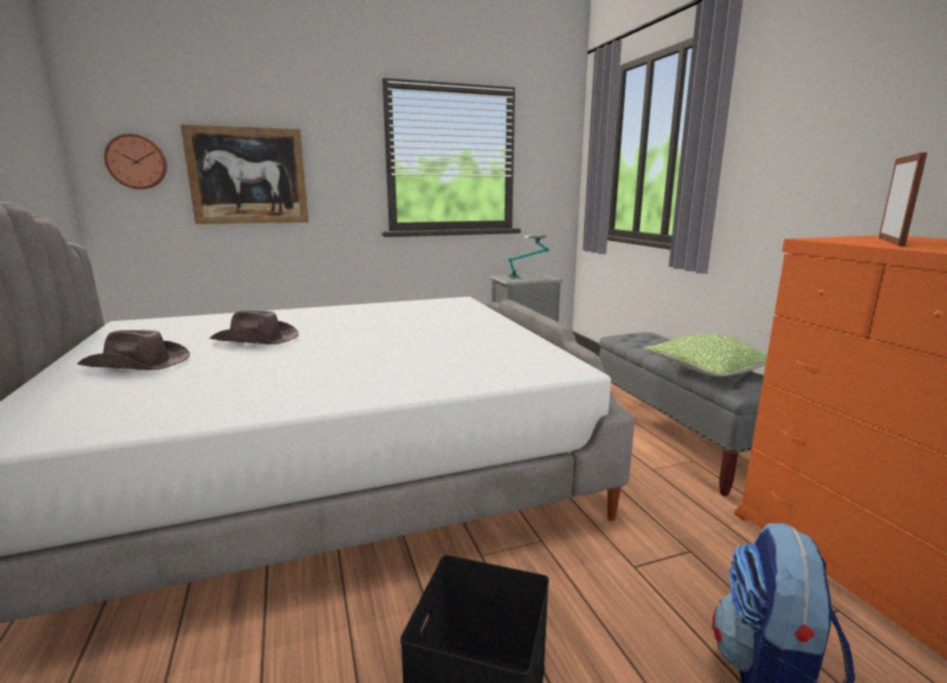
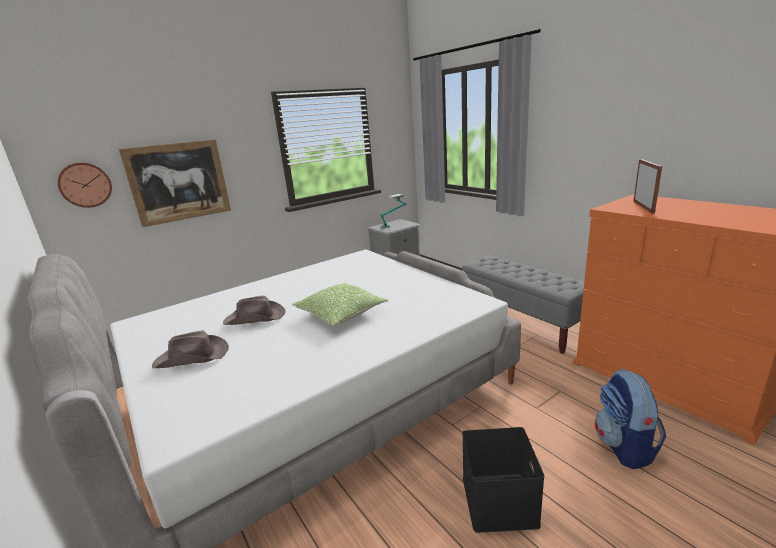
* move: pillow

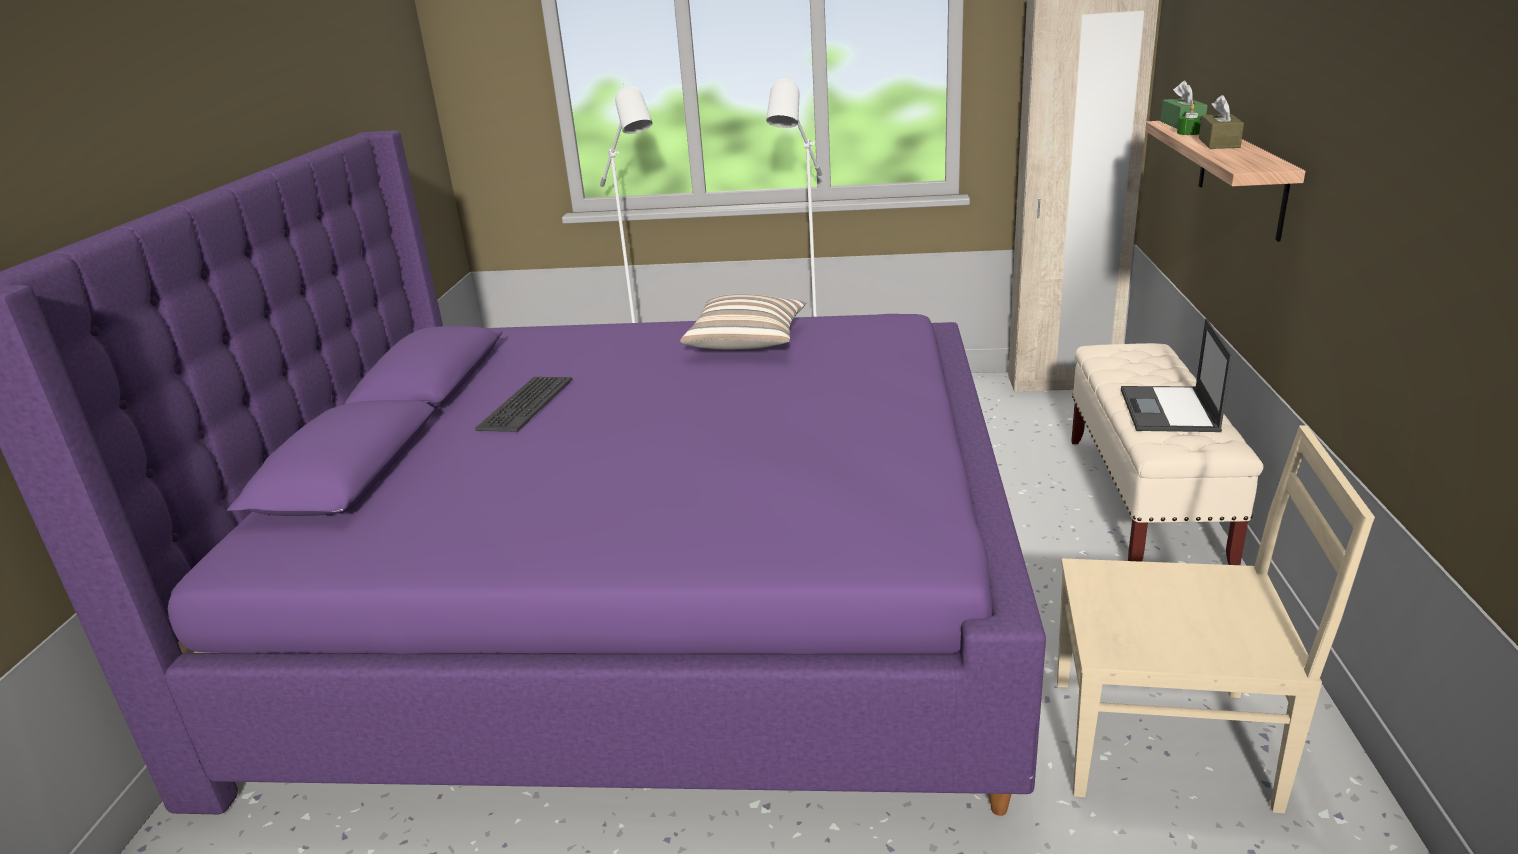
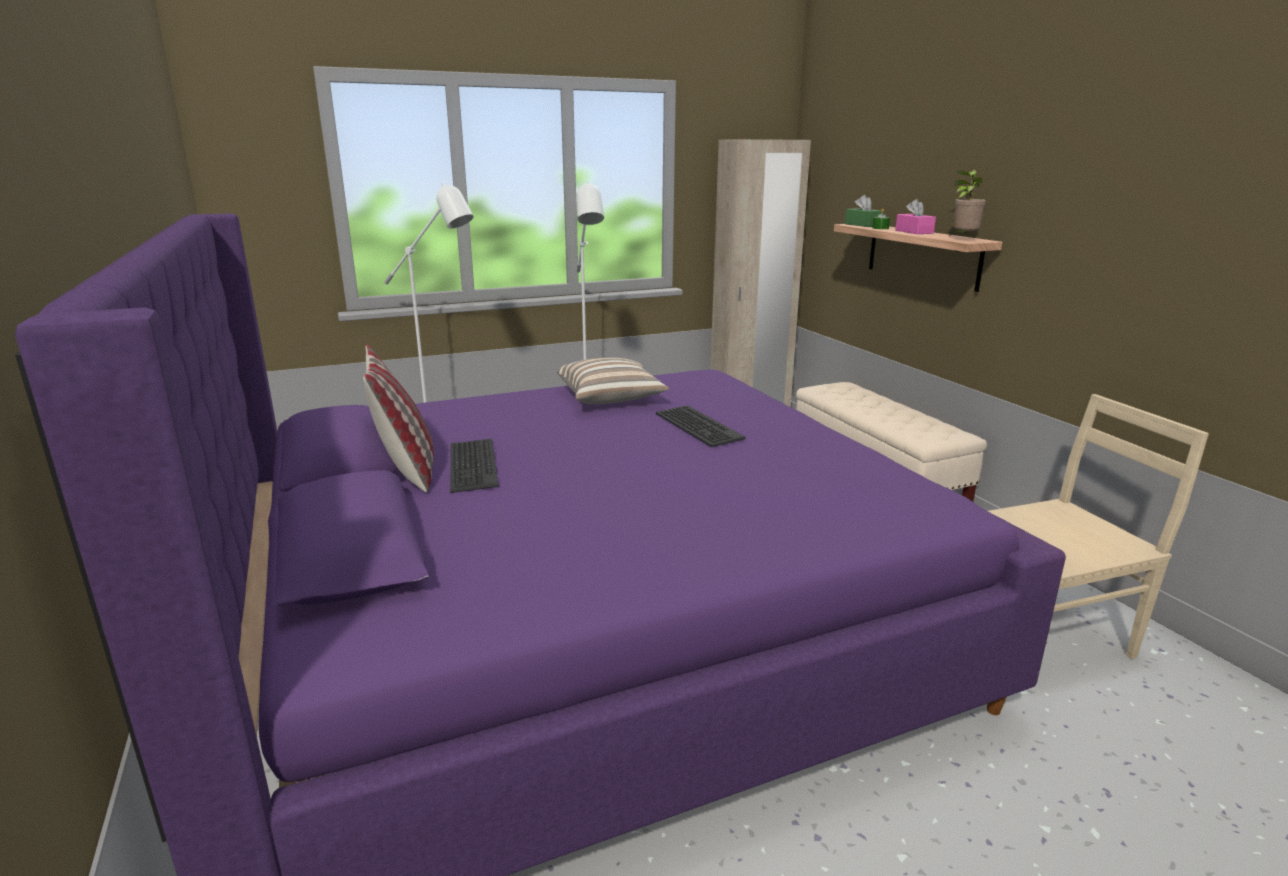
* delete: laptop
* recolor: brown tissue box to pink tissue box
* insert: pillow (1st from left)
* insert: keyboard (2nd from left)
* insert: potted plant

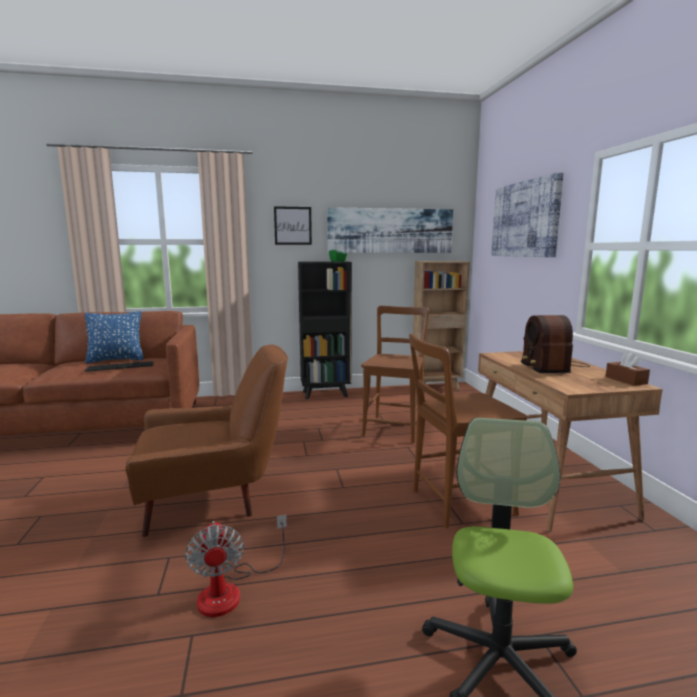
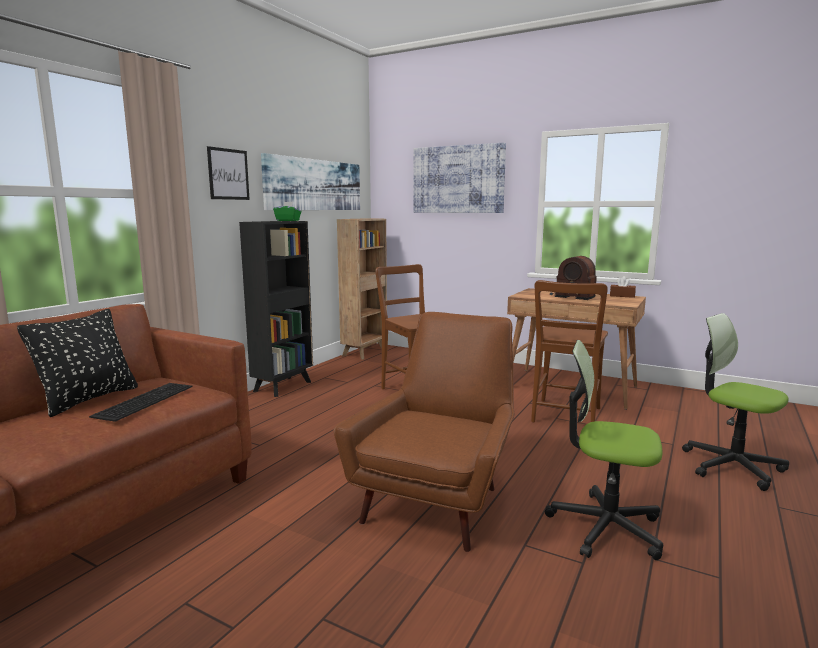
* recolor: blue pillow to black pillow
* replace: fan to office chair (1st from left)

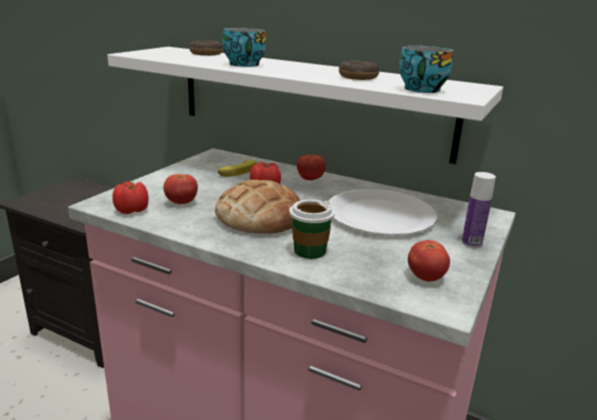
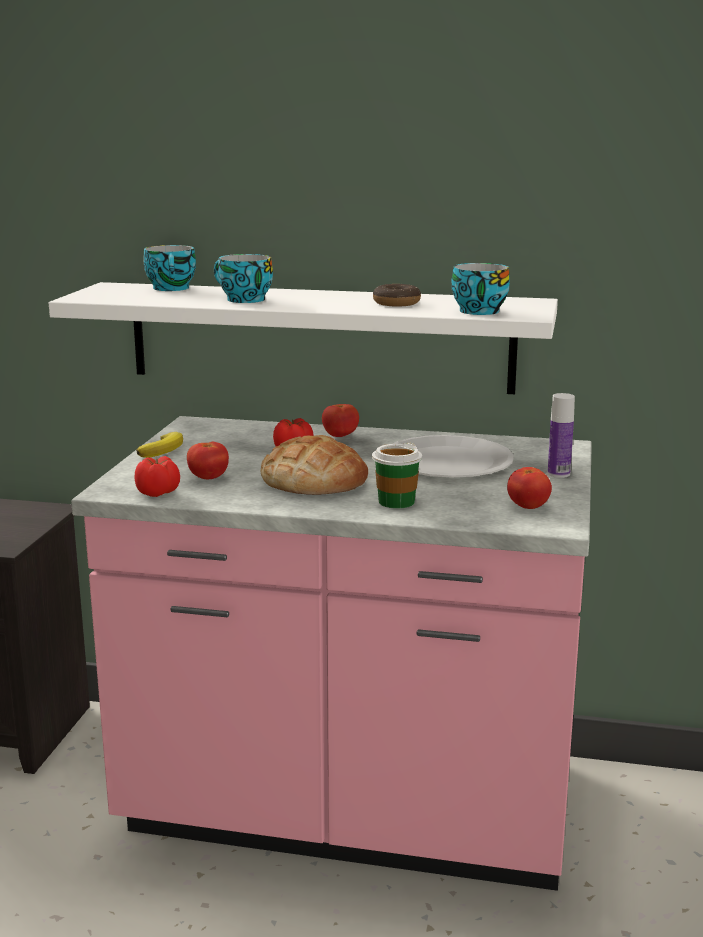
* replace: donut (1st from left) to cup (1st from left)
* move: banana

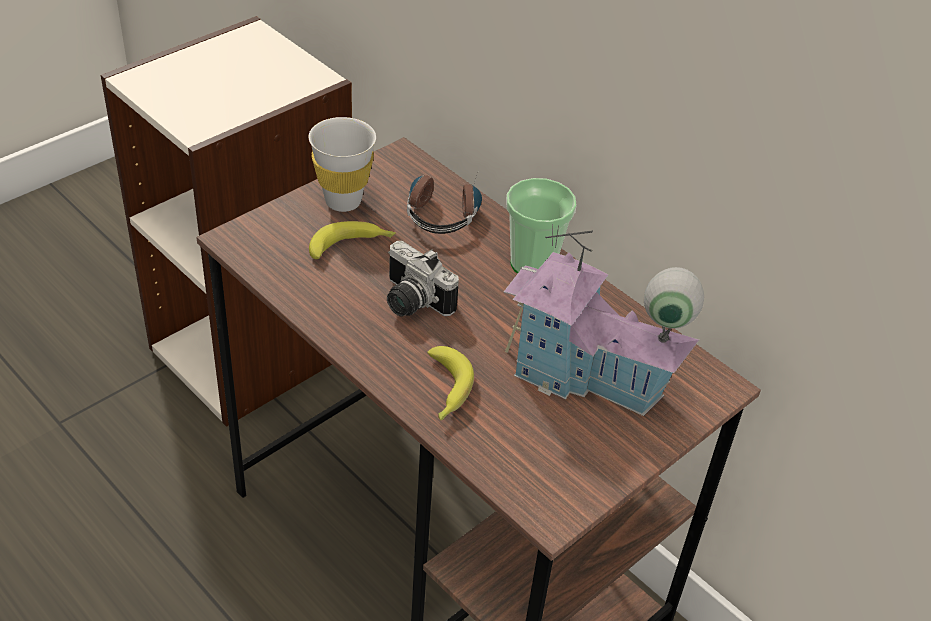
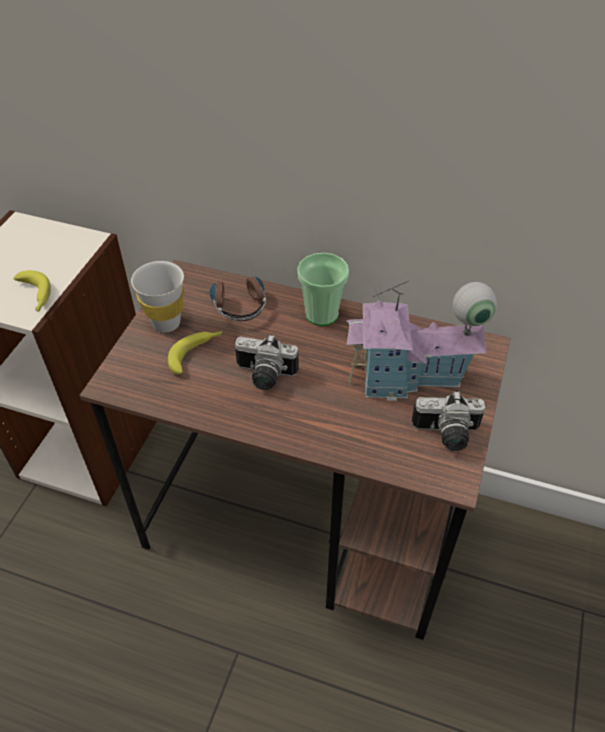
* move: banana (2nd from left in the first image) to banana (1st from left)
* insert: photo camera (2nd from left)

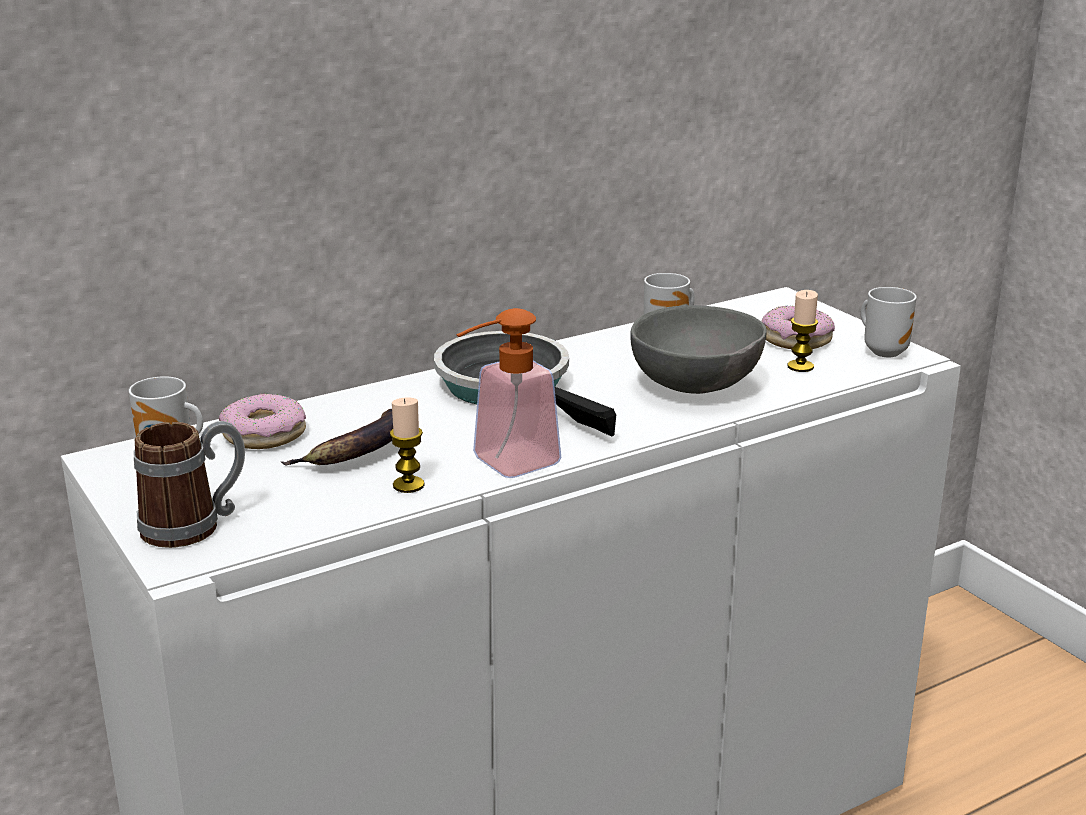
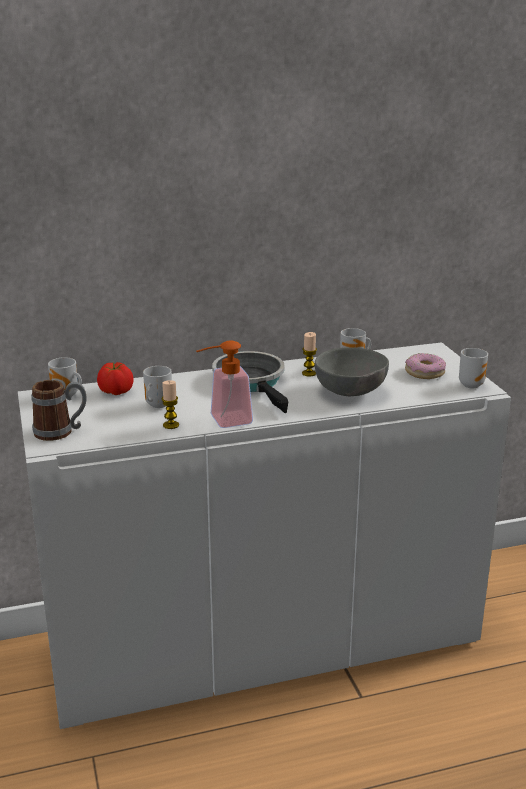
* replace: donut (1st from left) to tomato
* replace: banana to mug (3rd from left)
* move: candle (2nd from left)

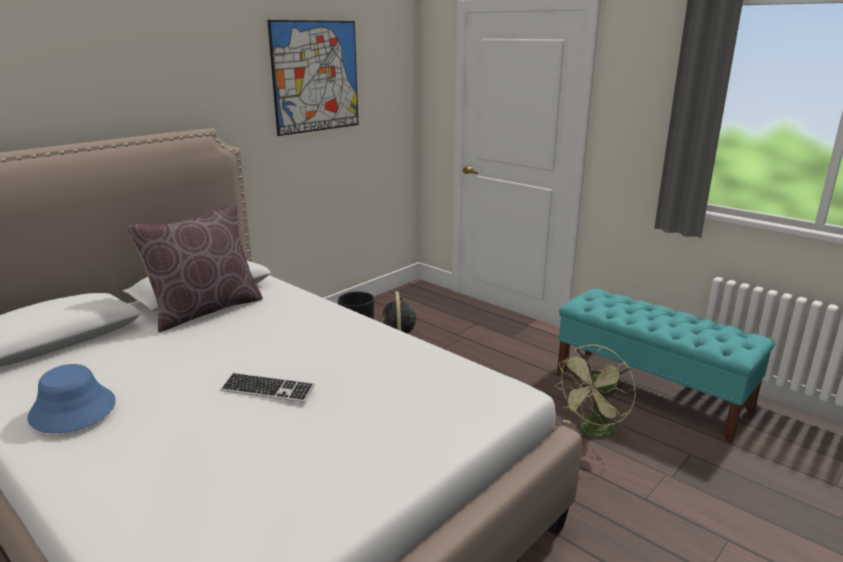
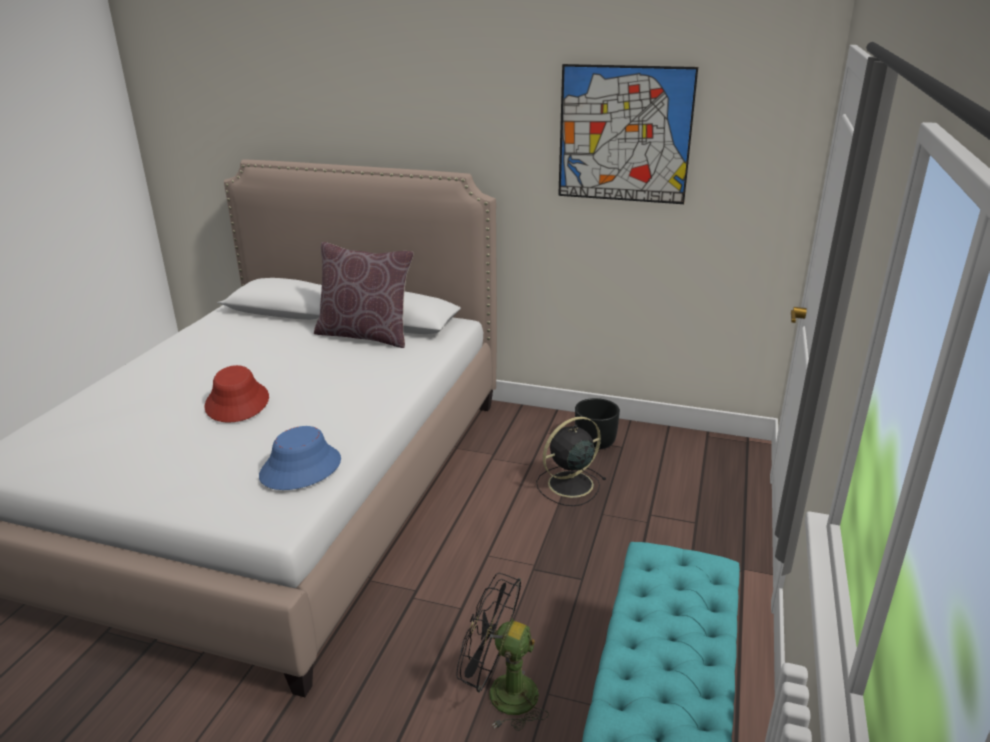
* move: blue hat
* replace: keyboard to red hat
* recolor: green fan to black fan (1st from left)

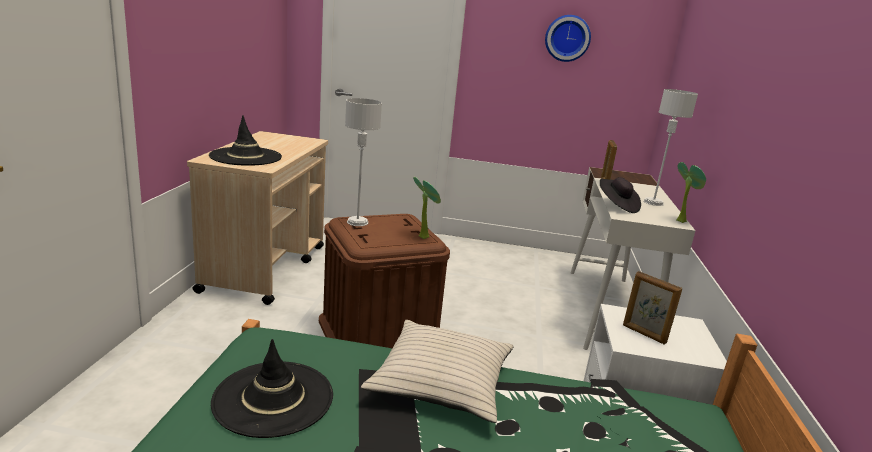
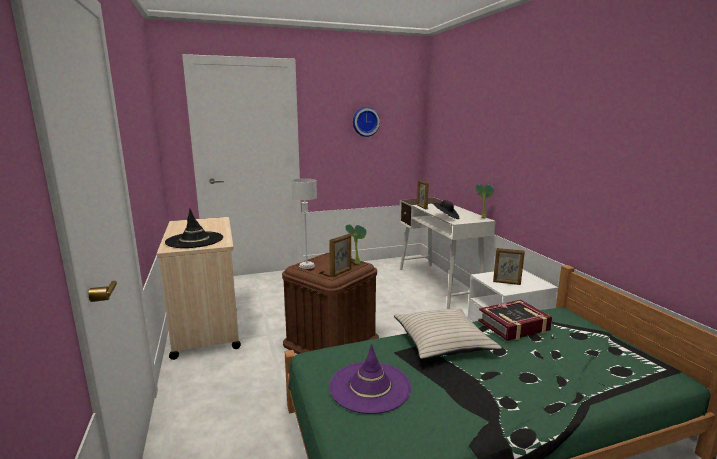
* recolor: black hat (2nd from left) to purple hat
* delete: grey table lamp (2nd from left)
* insert: picture frame (1st from left)
* insert: book

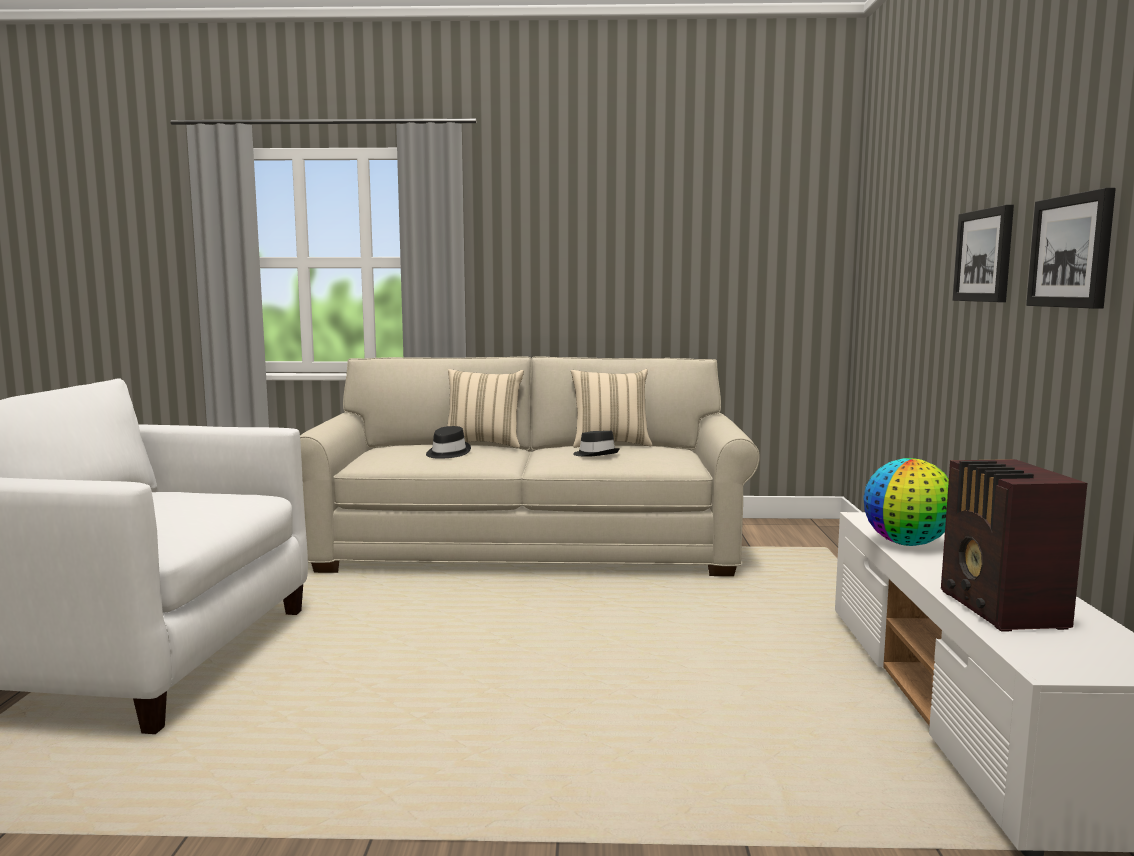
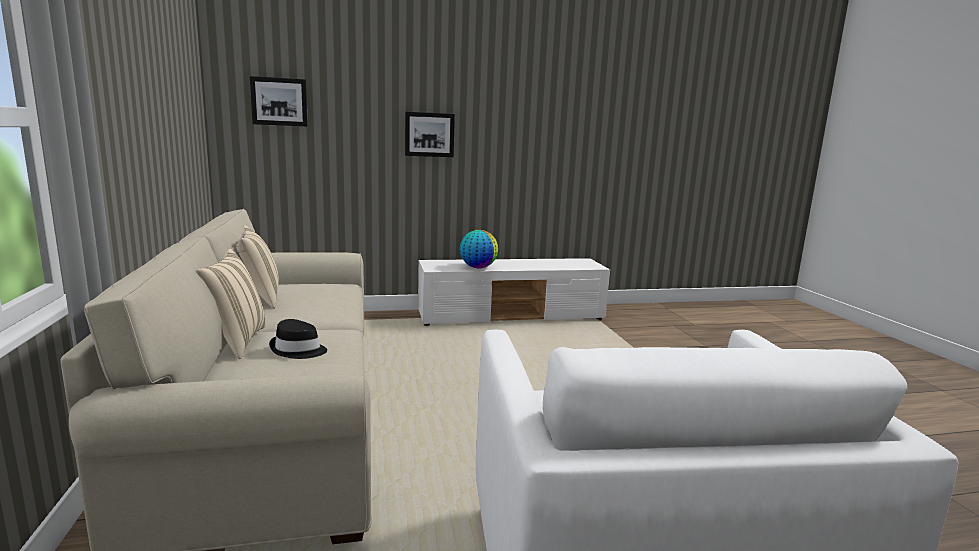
* delete: black hat (2nd from left)
* delete: radio
* move: picture (2nd from left in the first image) to picture (1st from left)

